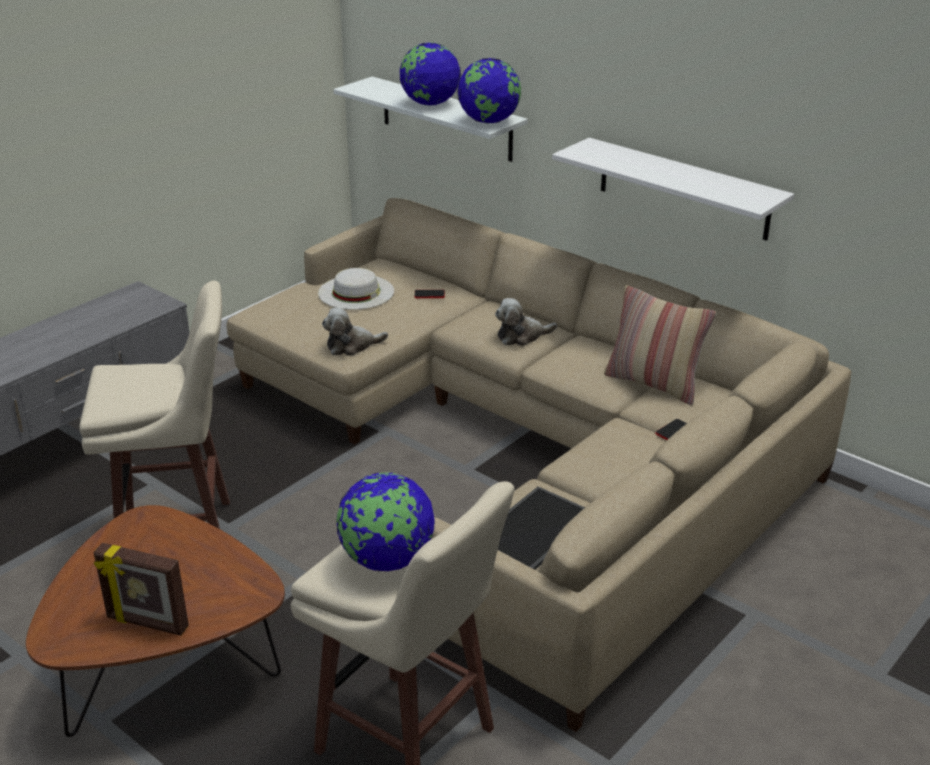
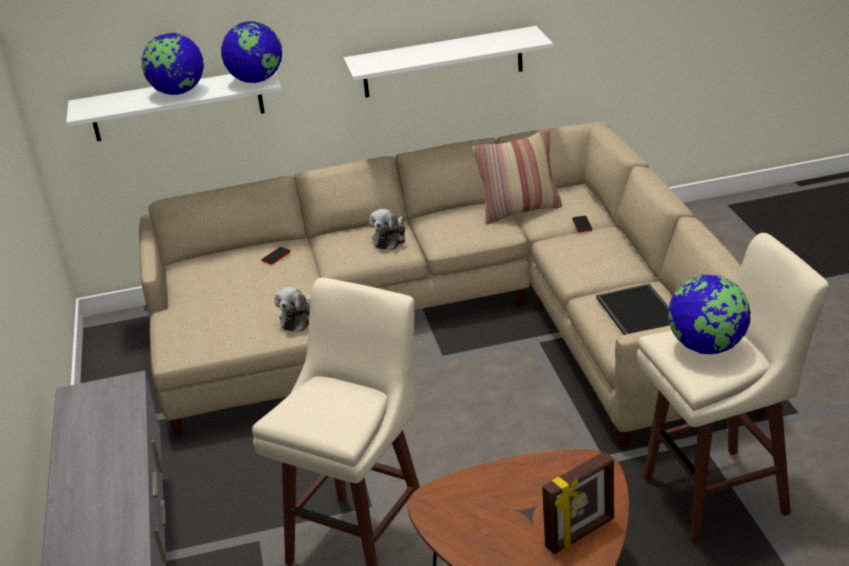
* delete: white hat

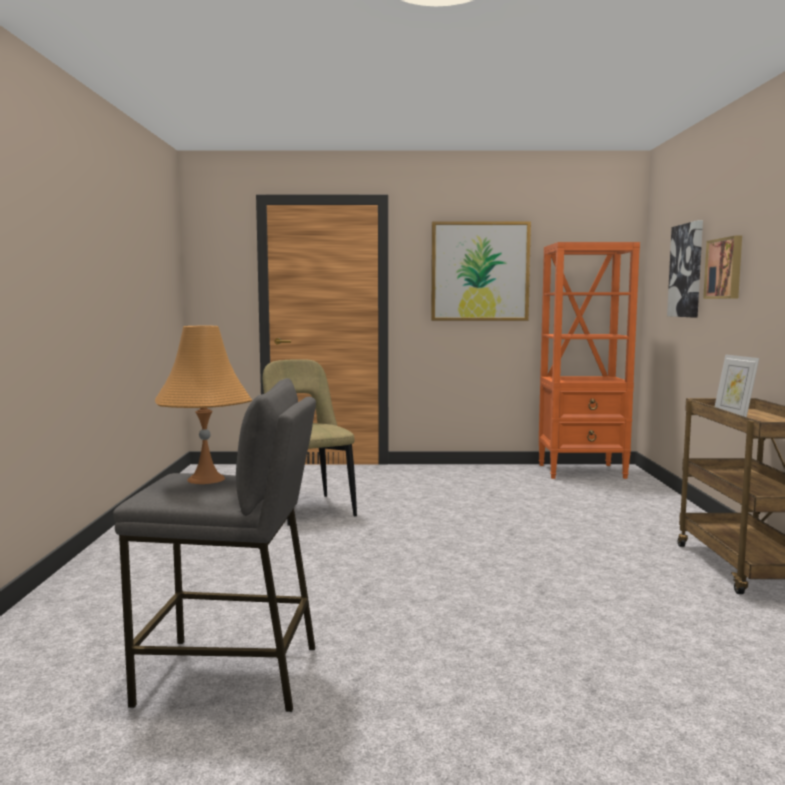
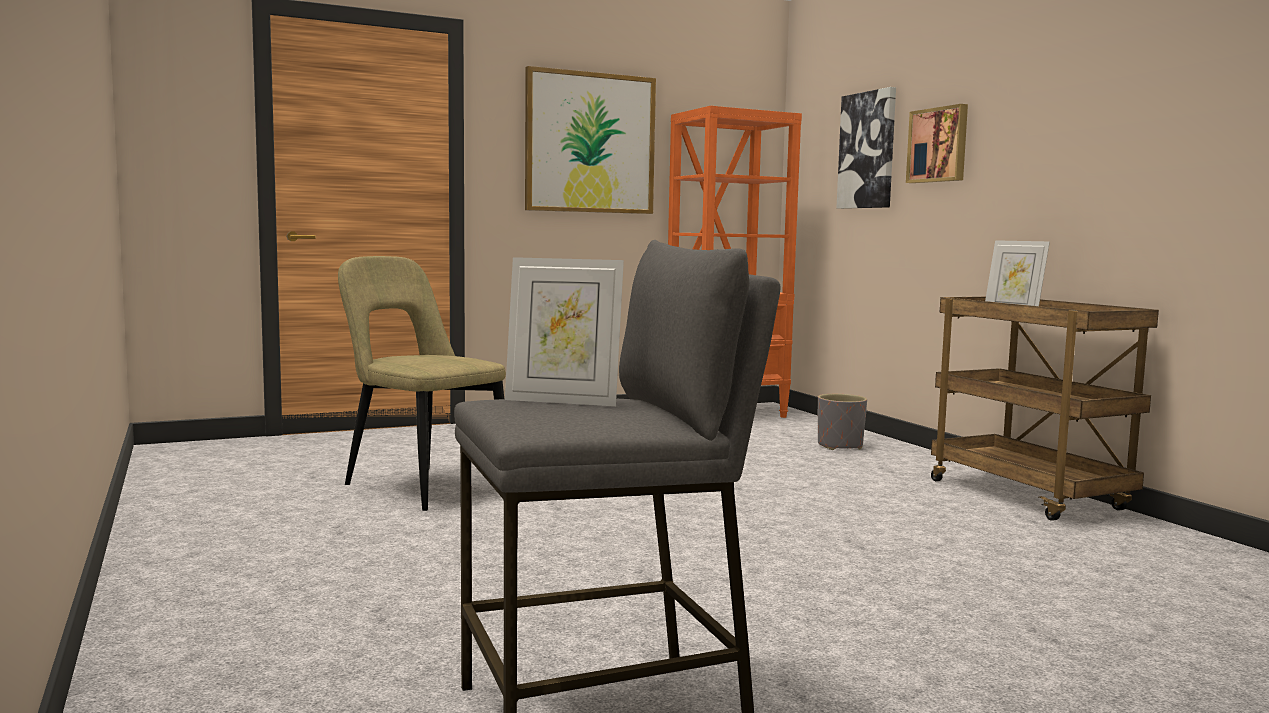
* replace: orange table lamp to picture frame (1st from left)
* insert: grey planter

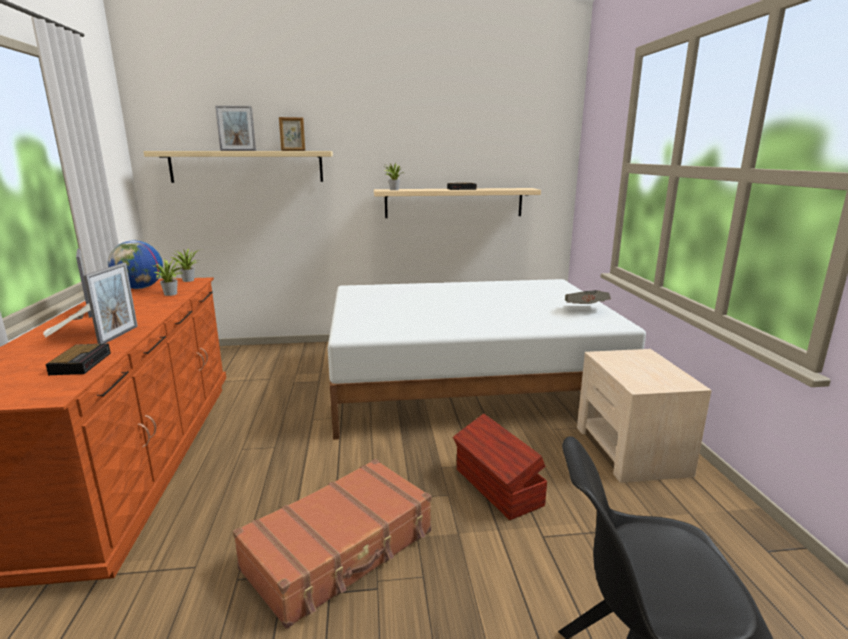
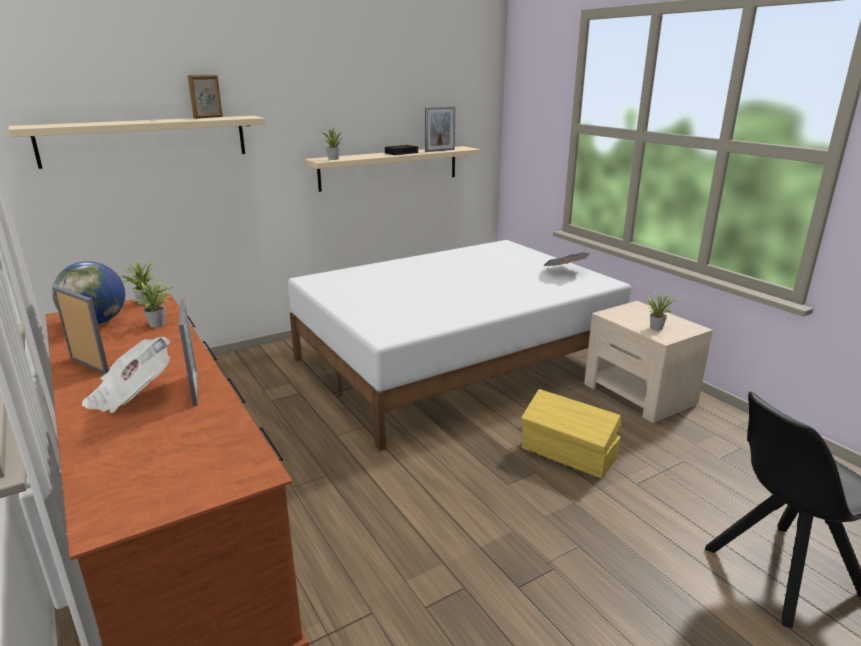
* delete: alarm clock (1st from left)
* move: picture frame (3rd from left in the first image) to picture frame (4th from left)
* delete: brown suitcase
* recolor: brown storage box to yellow storage box
* insert: potted plant (4th from left)

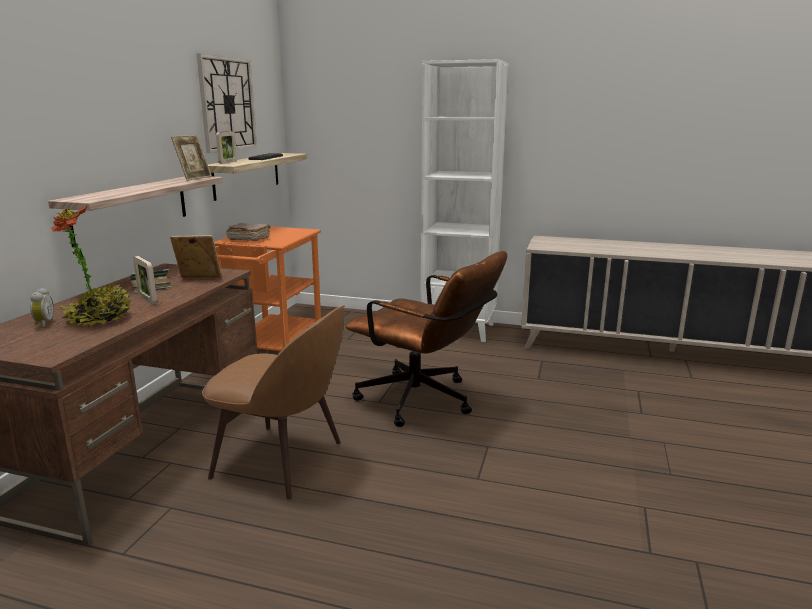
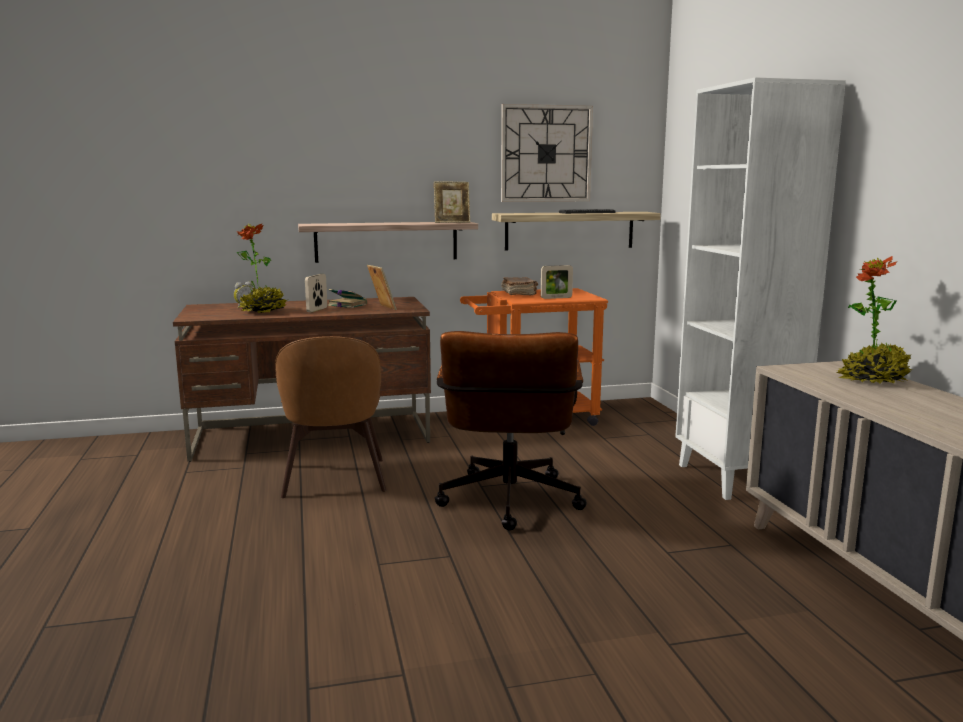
* move: picture frame (4th from left)
* insert: potted plant (2nd from left)

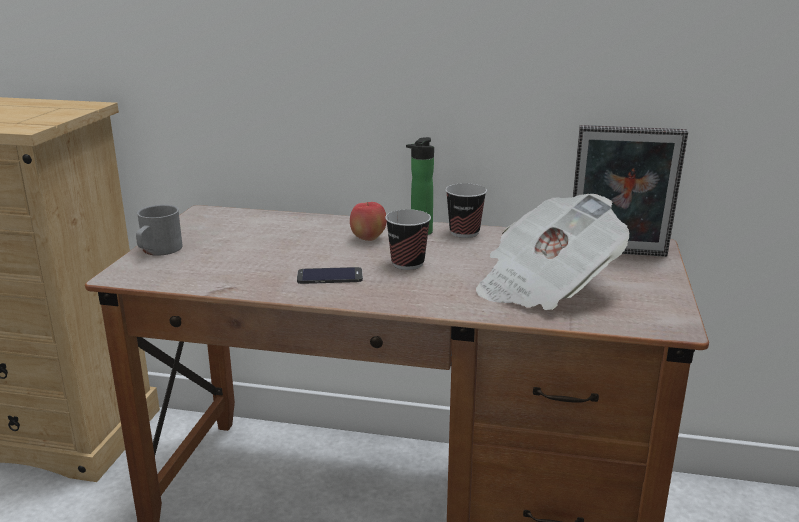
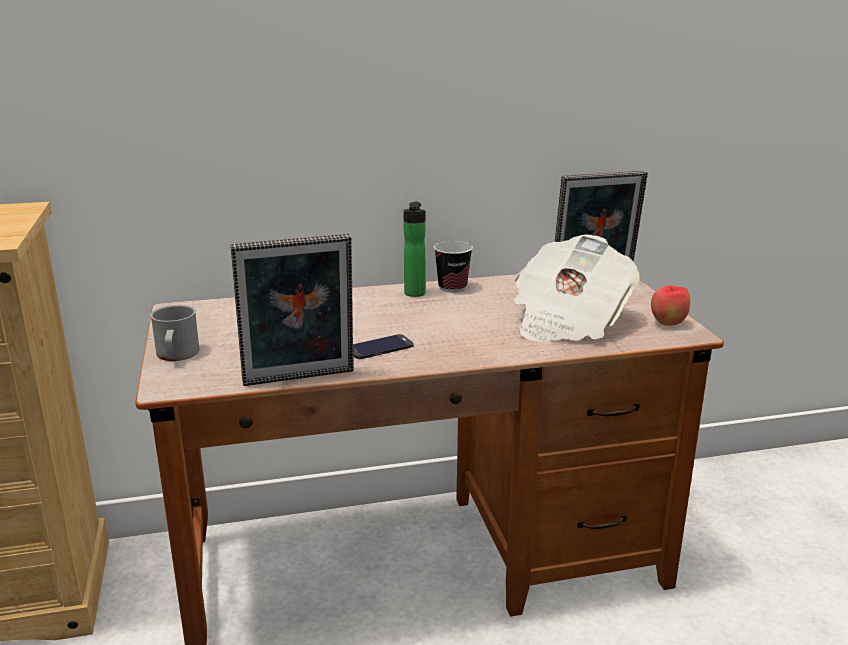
* move: apple
* delete: cup (1st from left)
* insert: picture frame (1st from left)

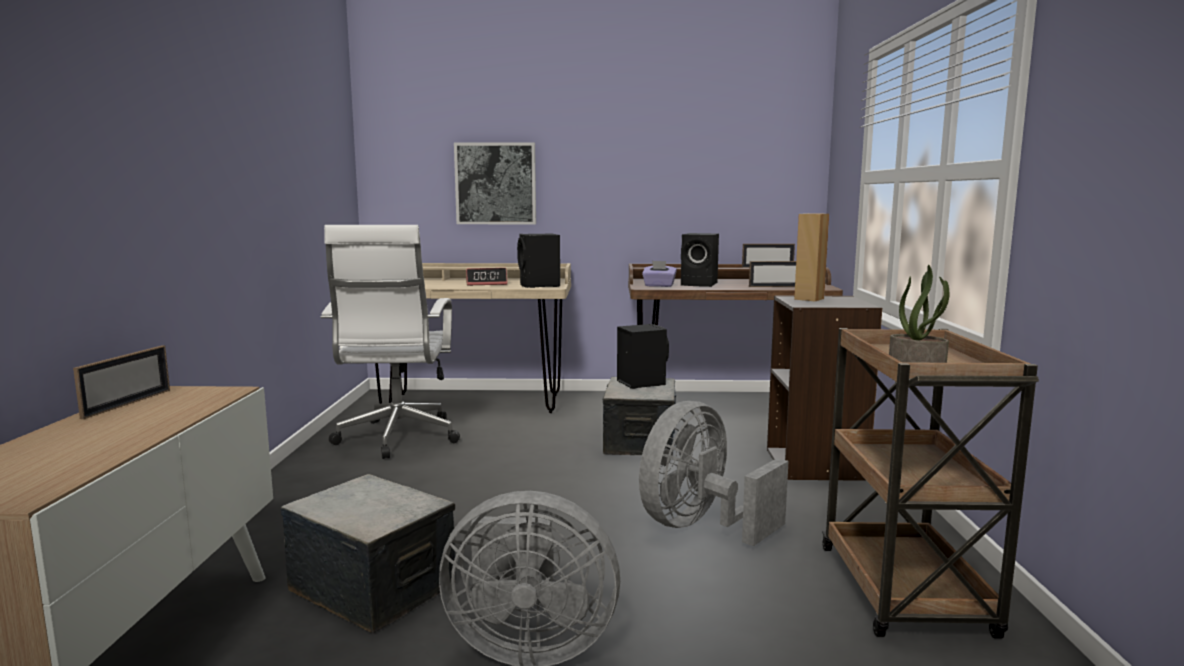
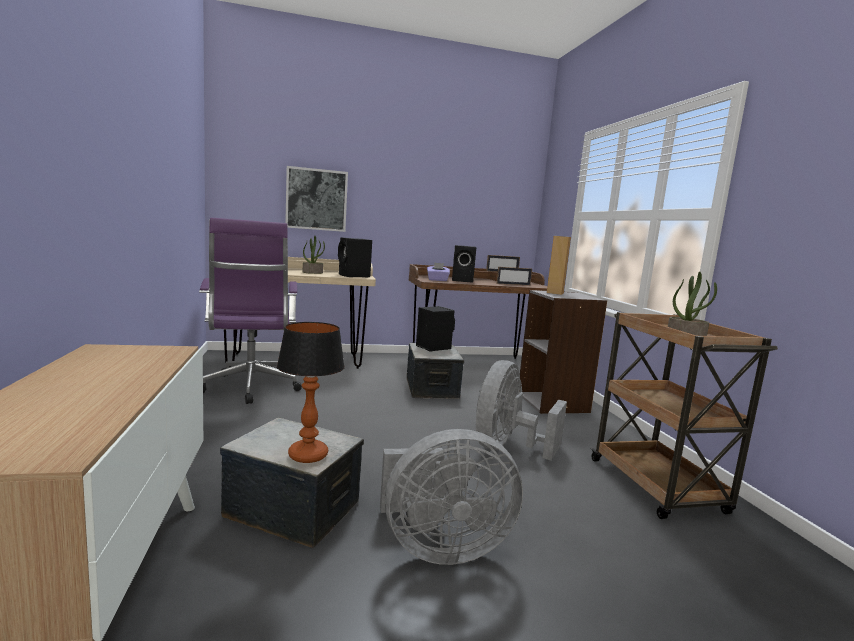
* delete: picture frame (1st from left)
* recolor: white office chair to purple office chair
* replace: alarm clock to potted plant (1st from left)
* insert: table lamp

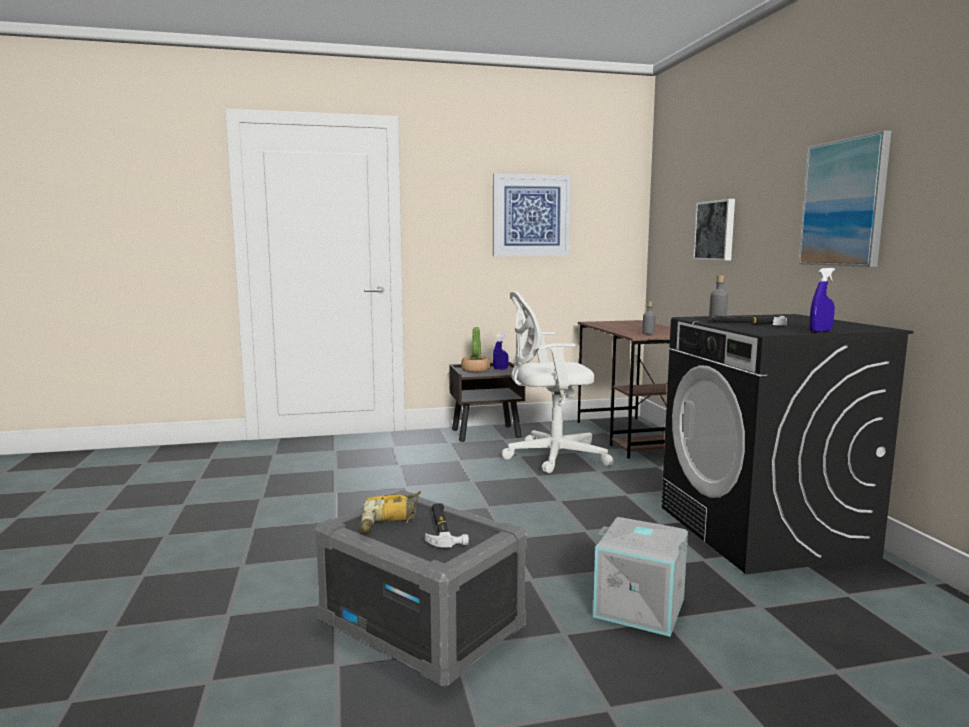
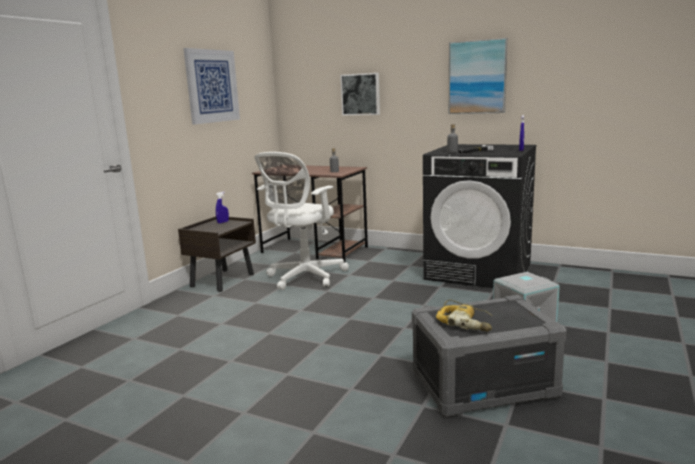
* delete: hammer (1st from left)
* delete: potted plant

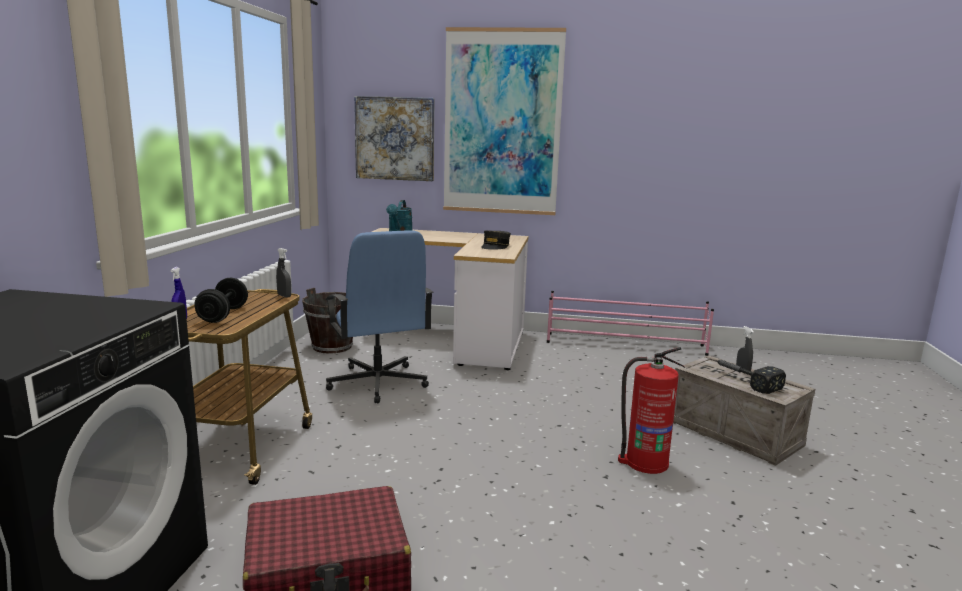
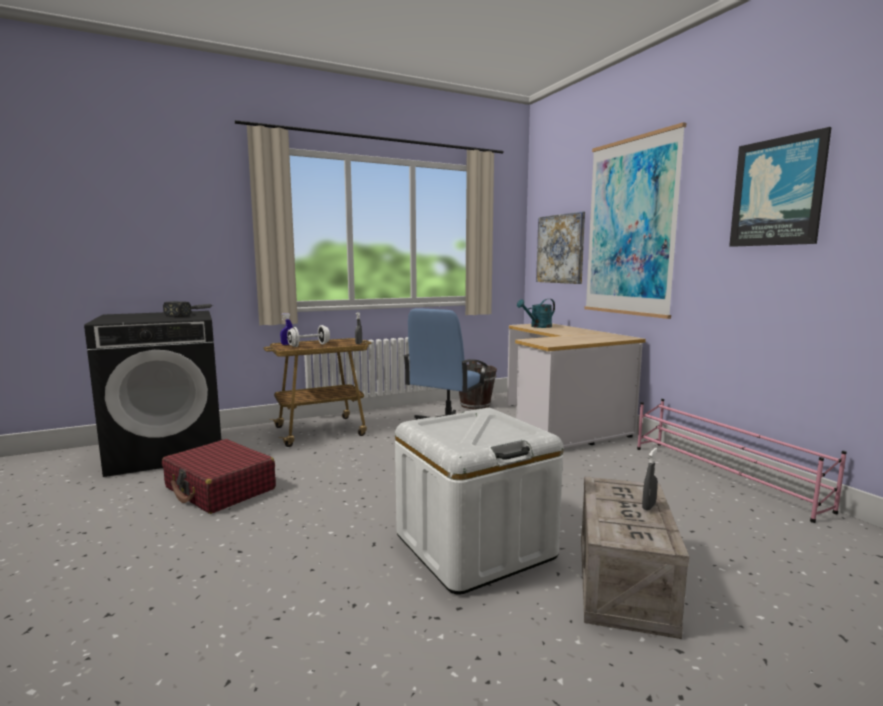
* recolor: black dumbbell to white dumbbell
* delete: grey cap
* replace: fire extinguisher to white storage box
* move: hammer
* insert: picture (3rd from left)

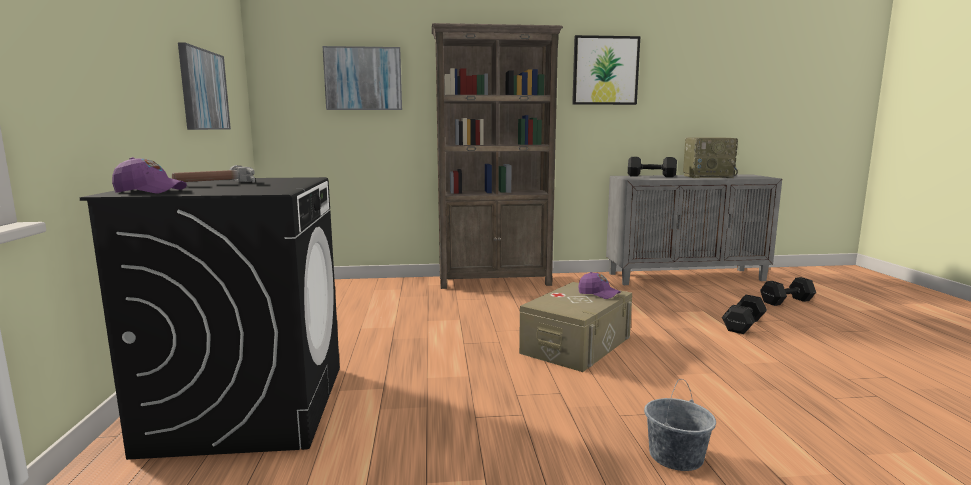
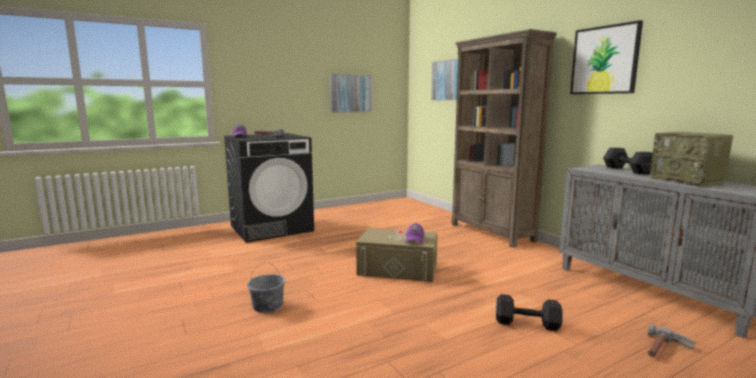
* replace: black dumbbell (3rd from left) to hammer (2nd from left)

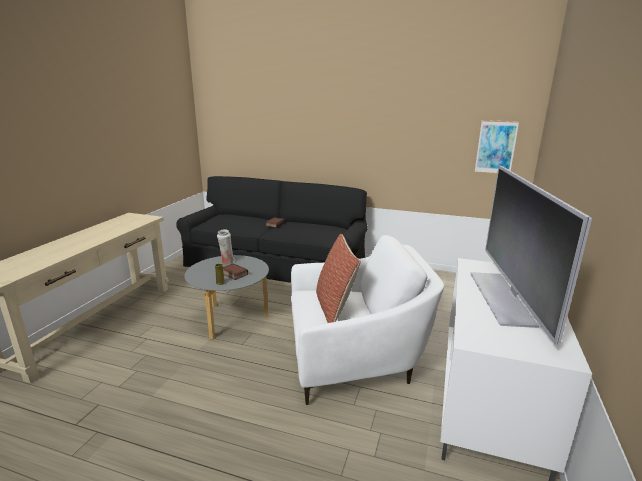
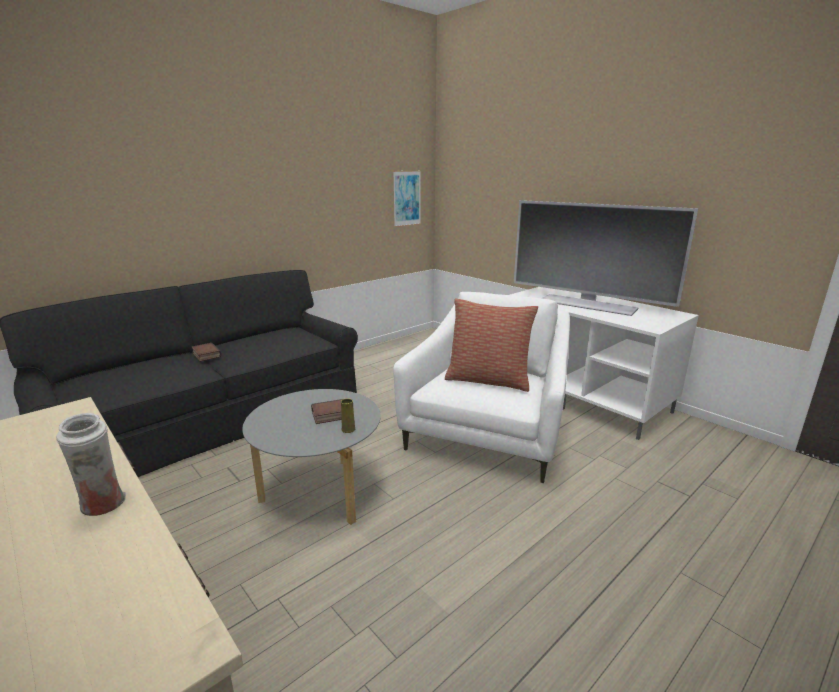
* move: white vase

